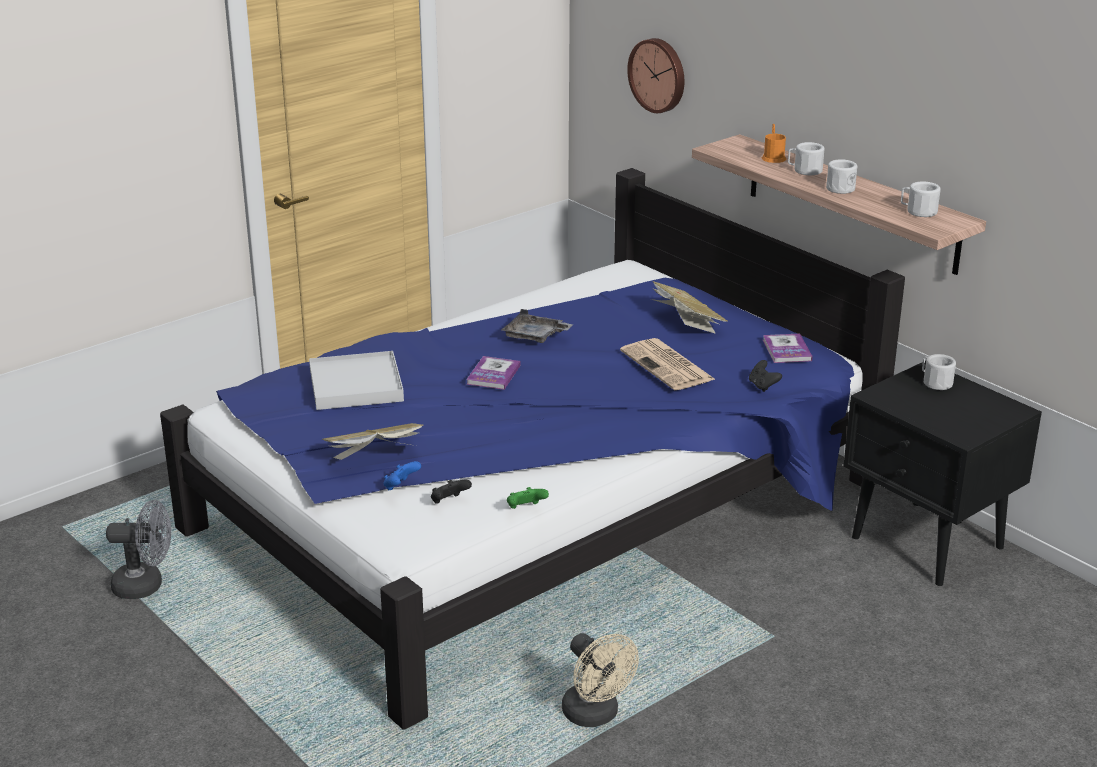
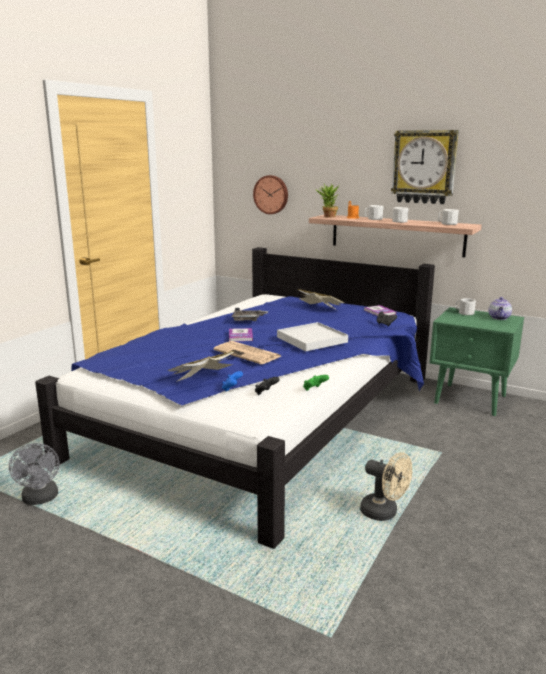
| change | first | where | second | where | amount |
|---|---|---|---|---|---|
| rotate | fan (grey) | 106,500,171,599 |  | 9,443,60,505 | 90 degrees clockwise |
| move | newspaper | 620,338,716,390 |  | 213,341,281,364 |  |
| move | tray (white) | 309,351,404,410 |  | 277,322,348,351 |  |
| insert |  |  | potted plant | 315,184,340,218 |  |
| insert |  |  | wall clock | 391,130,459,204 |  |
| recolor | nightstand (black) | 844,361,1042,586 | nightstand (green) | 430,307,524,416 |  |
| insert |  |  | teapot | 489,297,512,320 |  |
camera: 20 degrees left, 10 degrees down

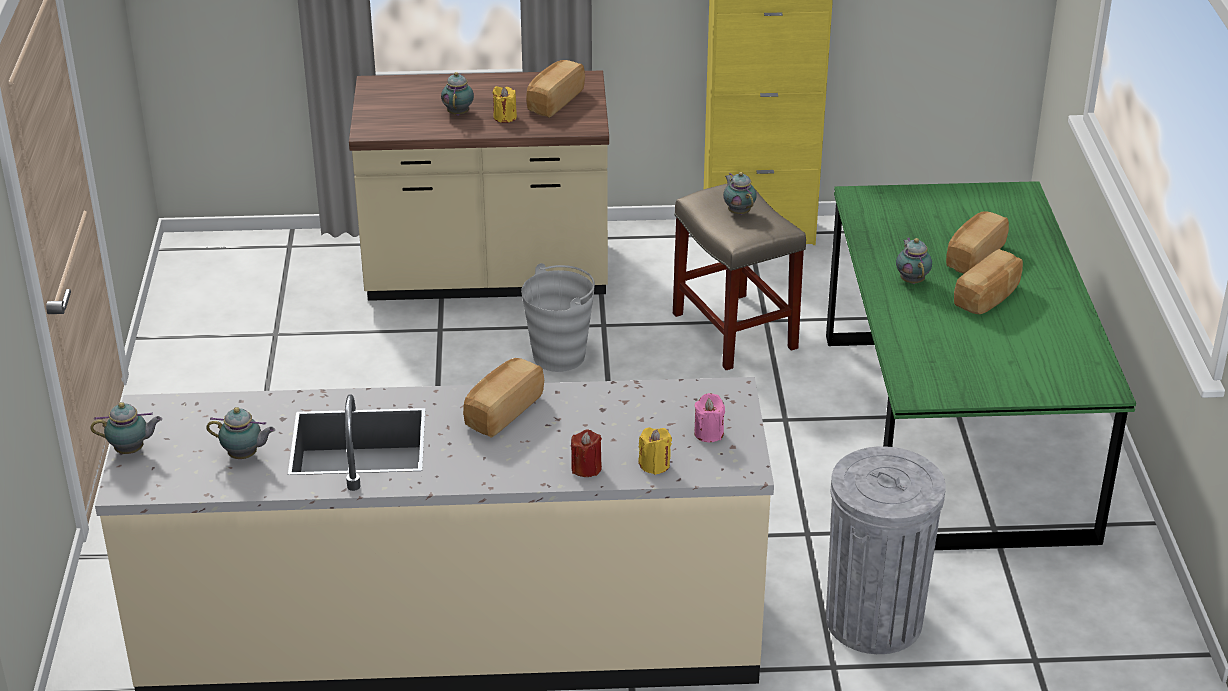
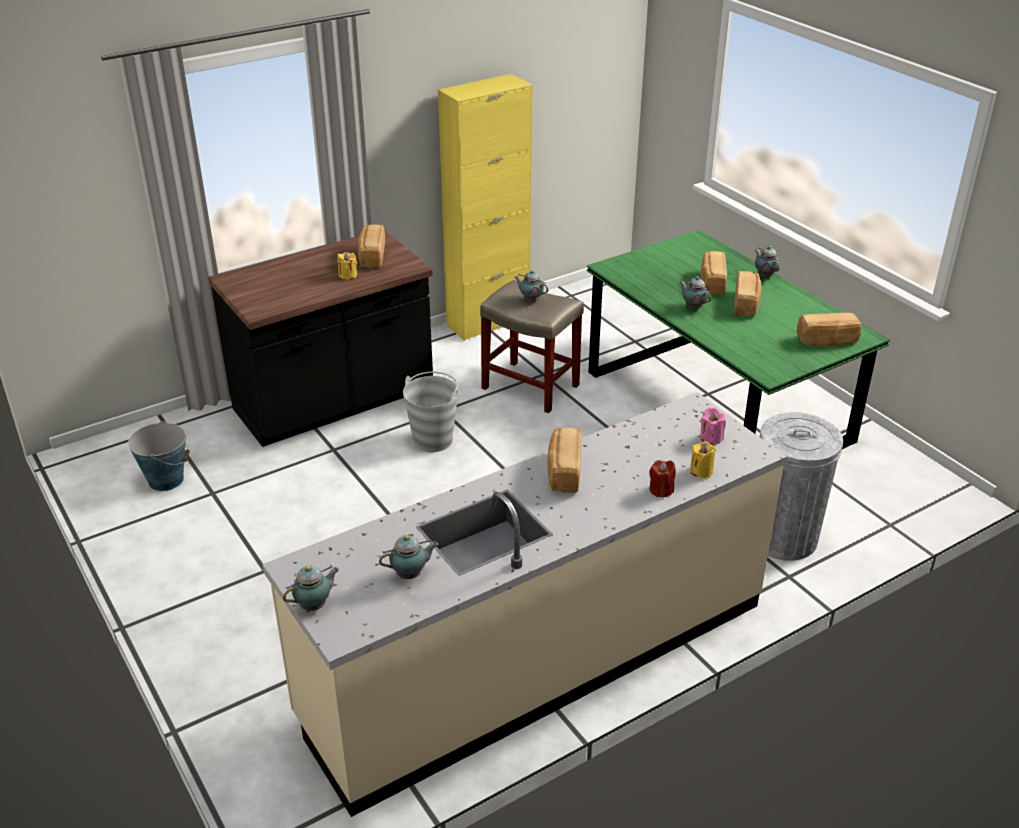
| change | first | where | second | where | amount |
|---|---|---|---|---|---|
| insert |  |  | bucket | 128,421,190,491 |  |
| recolor | counter (beige) | 349,70,609,301 | counter (black) | 208,231,433,447 |  |
| move | teapot | 441,72,474,116 |  | 755,246,780,278 |  |
| insert |  |  | bread | 797,313,862,346 |  |
camera: 30 degrees left, 0 degrees up

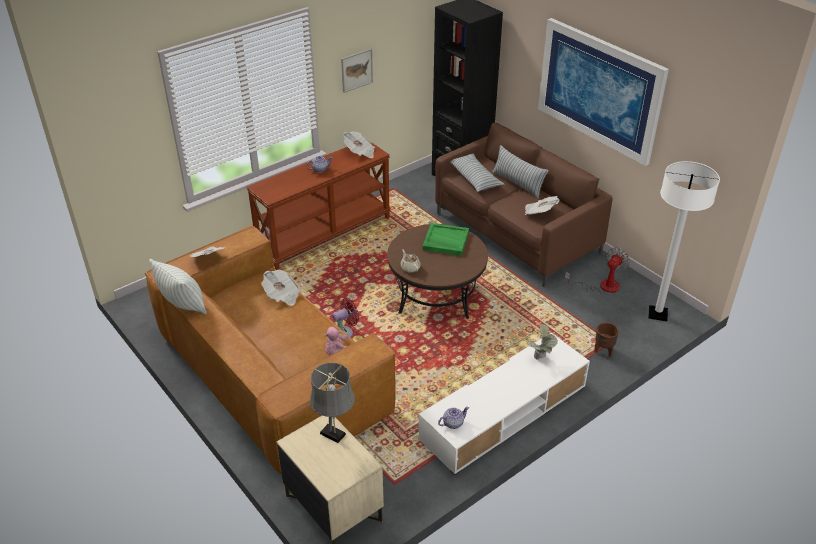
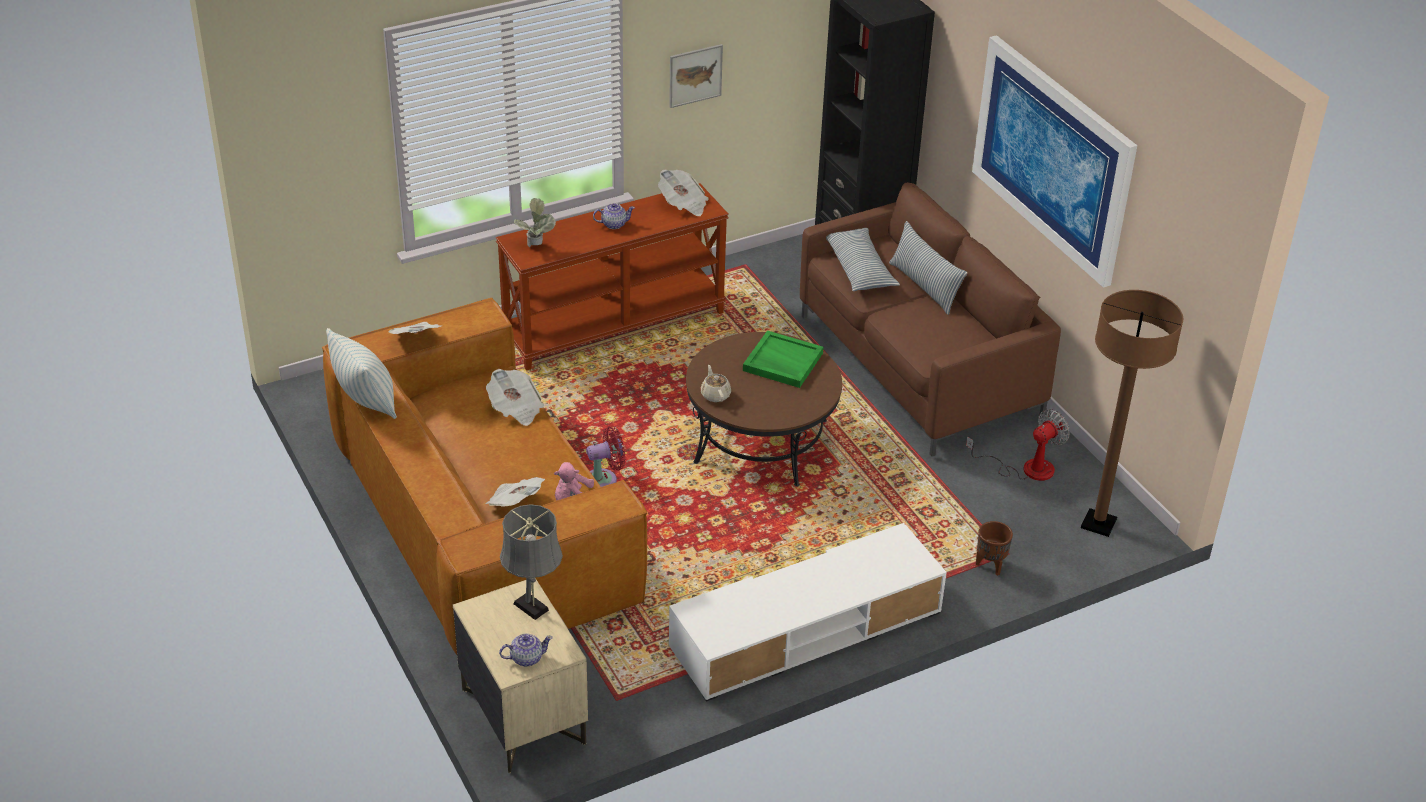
| change | first | where | second | where | amount |
|---|---|---|---|---|---|
| move | newspaper | 525,196,559,215 |  | 486,477,545,507 |  |
| move | teapot | 438,407,469,429 |  | 499,633,553,667 |  |
| move | potted plant | 528,324,558,359 |  | 514,198,556,247 |  |
| recolor | floor lamp (white) | 648,161,720,321 | floor lamp (brown) | 1081,290,1183,537 |  |
camera: 10 degrees right, 0 degrees up

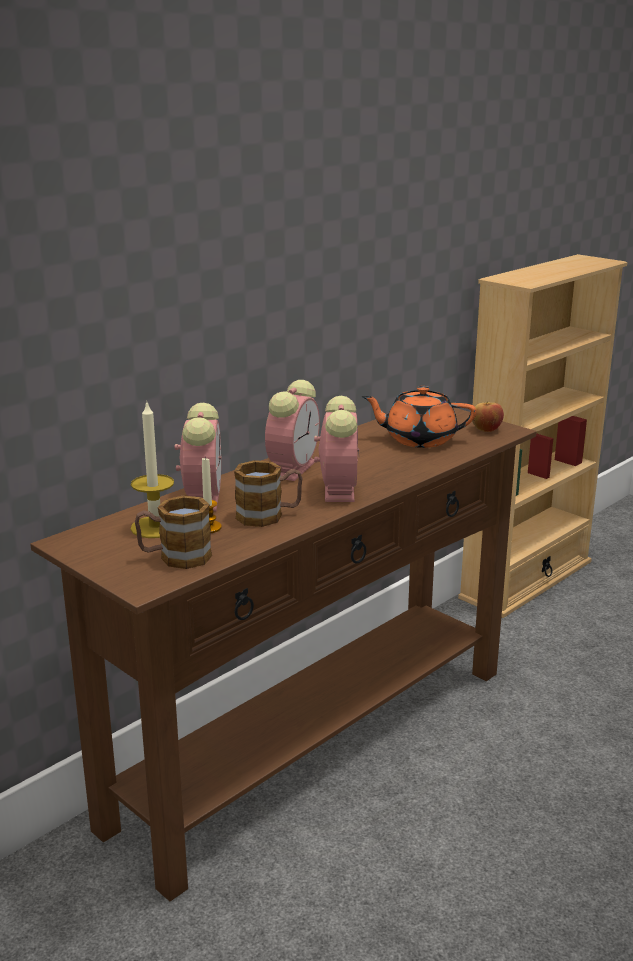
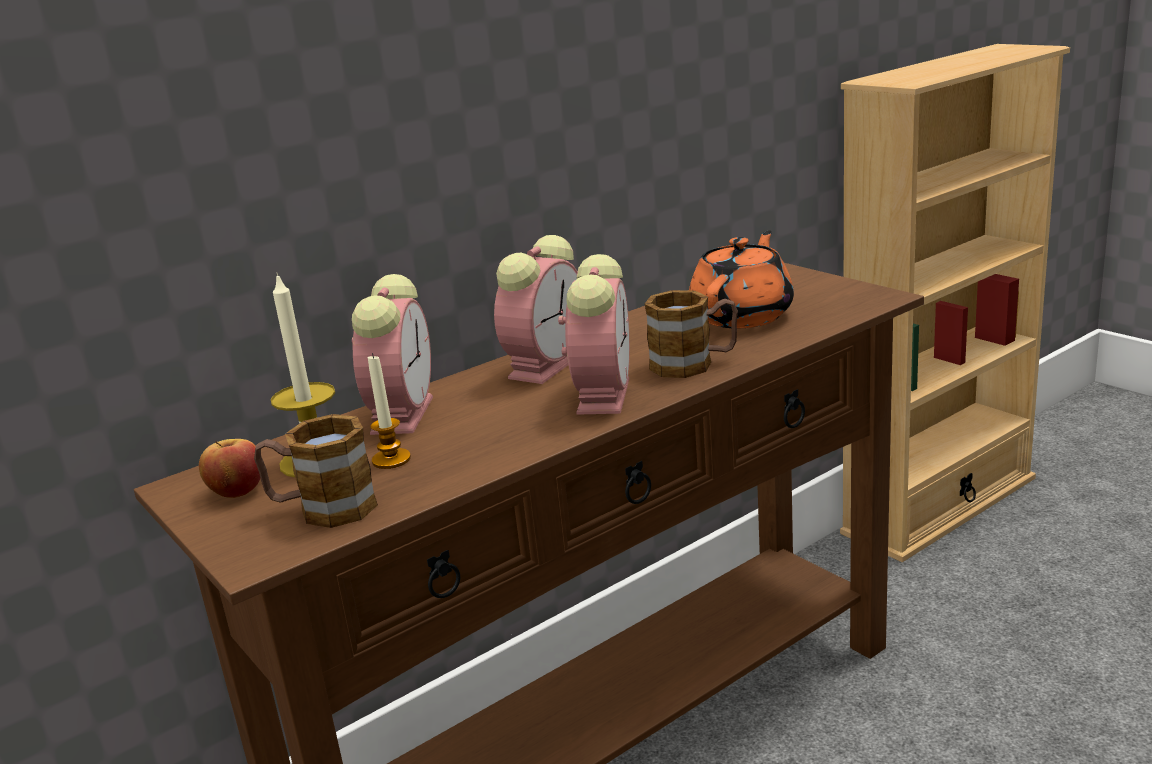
| change | first | where | second | where | amount |
|---|---|---|---|---|---|
| move | apple | 472,401,504,432 |  | 199,439,260,498 |  |
| move | mug | 234,460,302,527 |  | 645,290,738,378 |  |
| rotate | teapot (orange) | 362,386,476,448 |  | 689,231,794,328 | 105 degrees clockwise |
camera: 10 degrees right, 0 degrees up

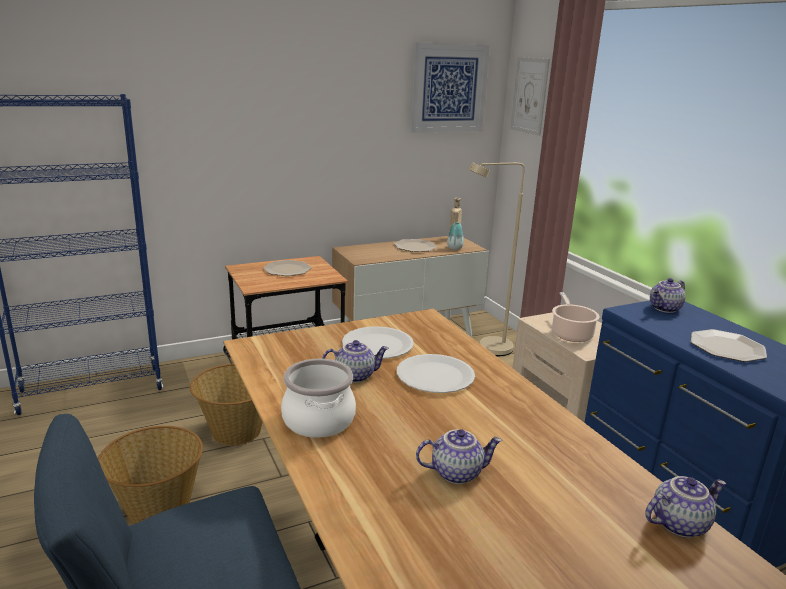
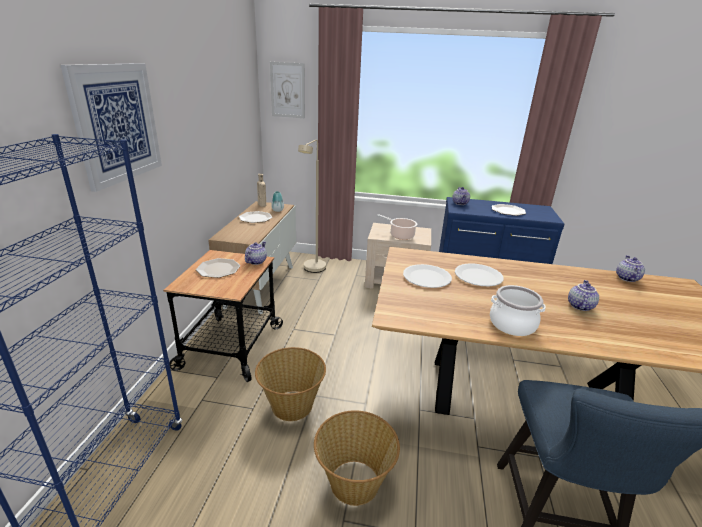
| change | first | where | second | where | amount |
|---|---|---|---|---|---|
| move | picture | 410,42,490,133 |  | 61,63,162,192 |  |
| move | teapot | 322,340,389,383 |  | 245,241,267,265 |  |
camera: 55 degrees left, 5 degrees up

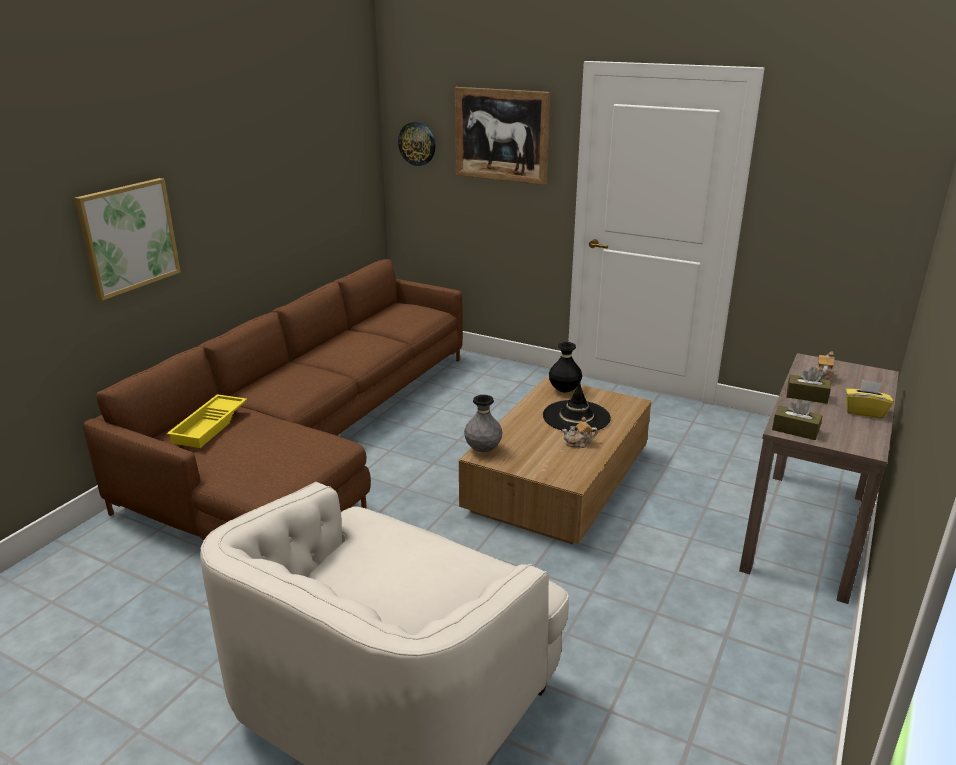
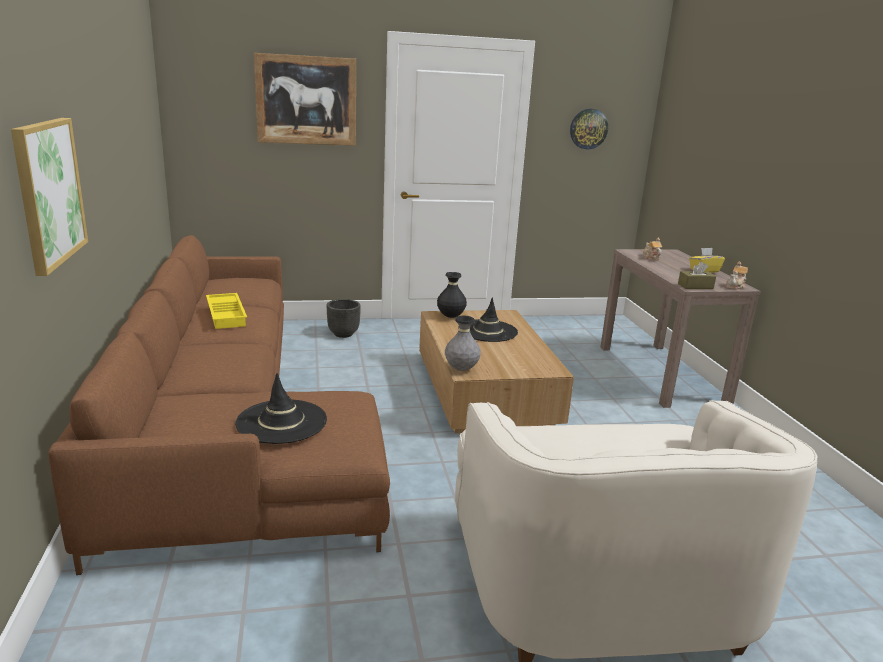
| change | first | where | second | where | amount |
|---|---|---|---|---|---|
| move | tray (yellow) | 167,394,247,448 |  | 206,293,247,329 |  |
| insert |  |  | hat (black) | 235,373,327,444 |  |
| insert |  |  | planter (black) | 327,299,361,338 |  |
| move | wall clock | 398,122,435,166 |  | 570,109,608,149 |  |
| move | teapot | 562,417,598,448 |  | 726,262,748,289 |  |
| delete | tissue box (brown) | 787,367,831,404 |  |  |  |
camera: 40 degrees left, 5 degrees down

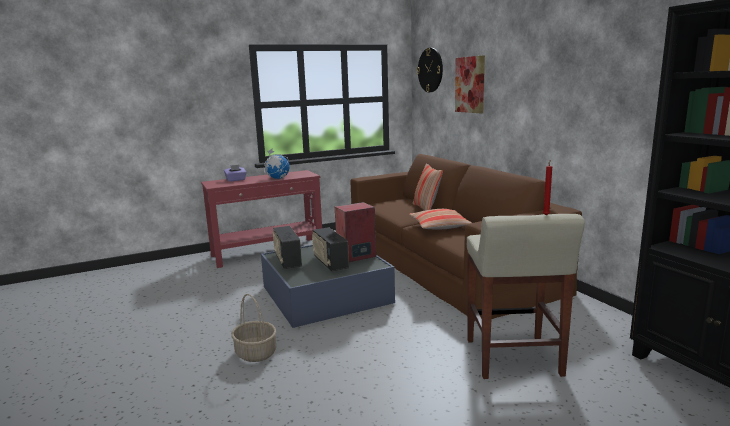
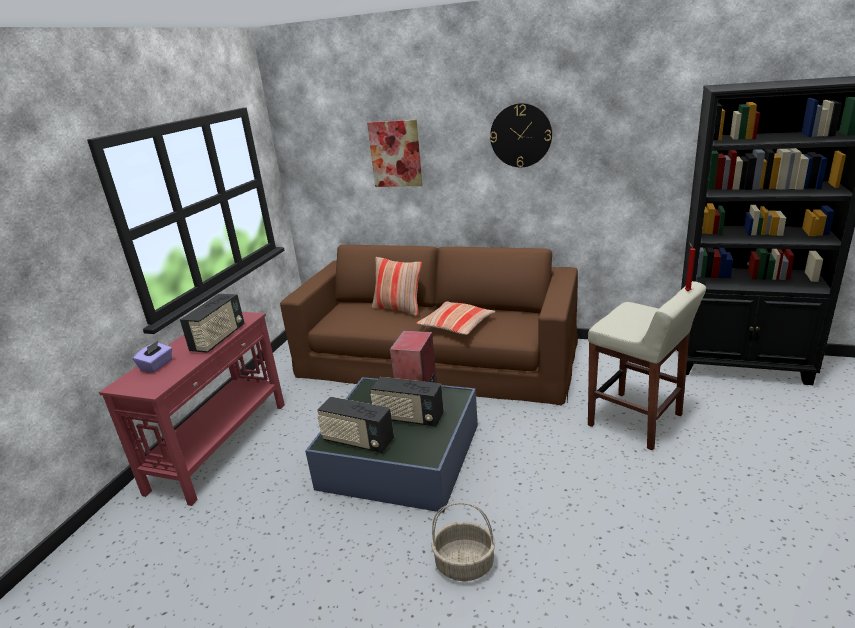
| change | first | where | second | where | amount |
|---|---|---|---|---|---|
| replace | globe | 264,148,289,179 | radio | 180,294,244,353 |  |
| move | wall clock | 417,48,443,92 |  | 490,103,552,167 |  |
camera: 45 degrees left, 10 degrees up

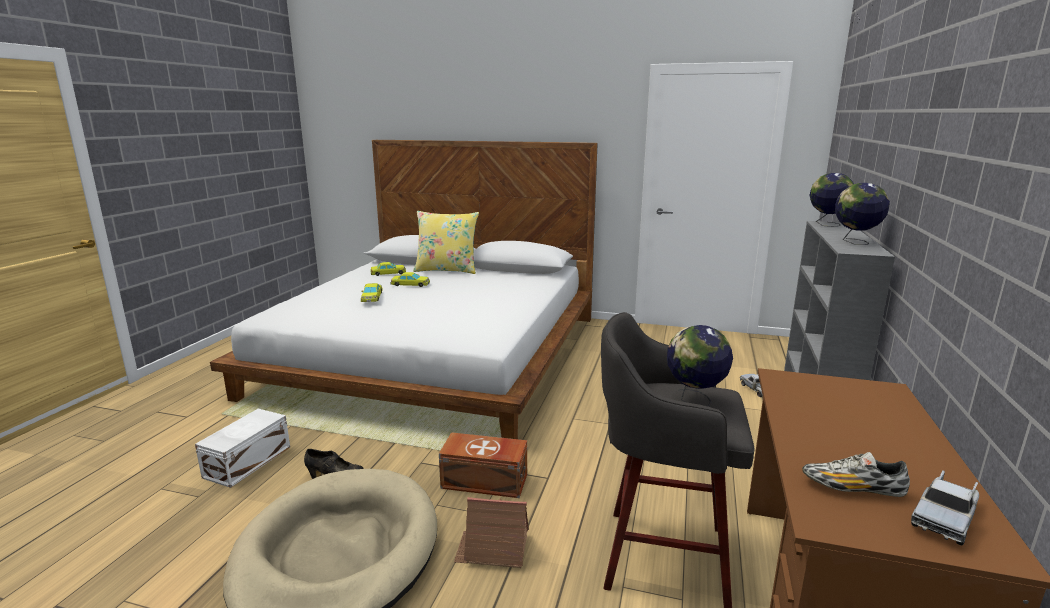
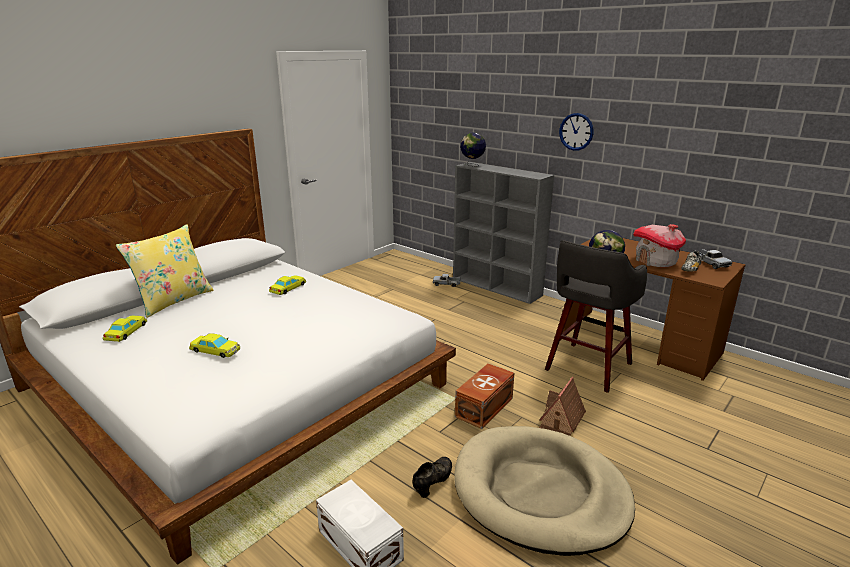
| change | first | where | second | where | amount |
|---|---|---|---|---|---|
| move | toy car (yellow) | 390,272,430,287 |  | 269,275,306,295 |  |
| insert |  |  | wall clock | 559,113,594,151 |  |
| insert |  |  | toy house | 633,224,686,267 |  |
| delete | globe | 835,183,890,245 |  |  |  |
camera: 65 degrees left, 5 degrees up

